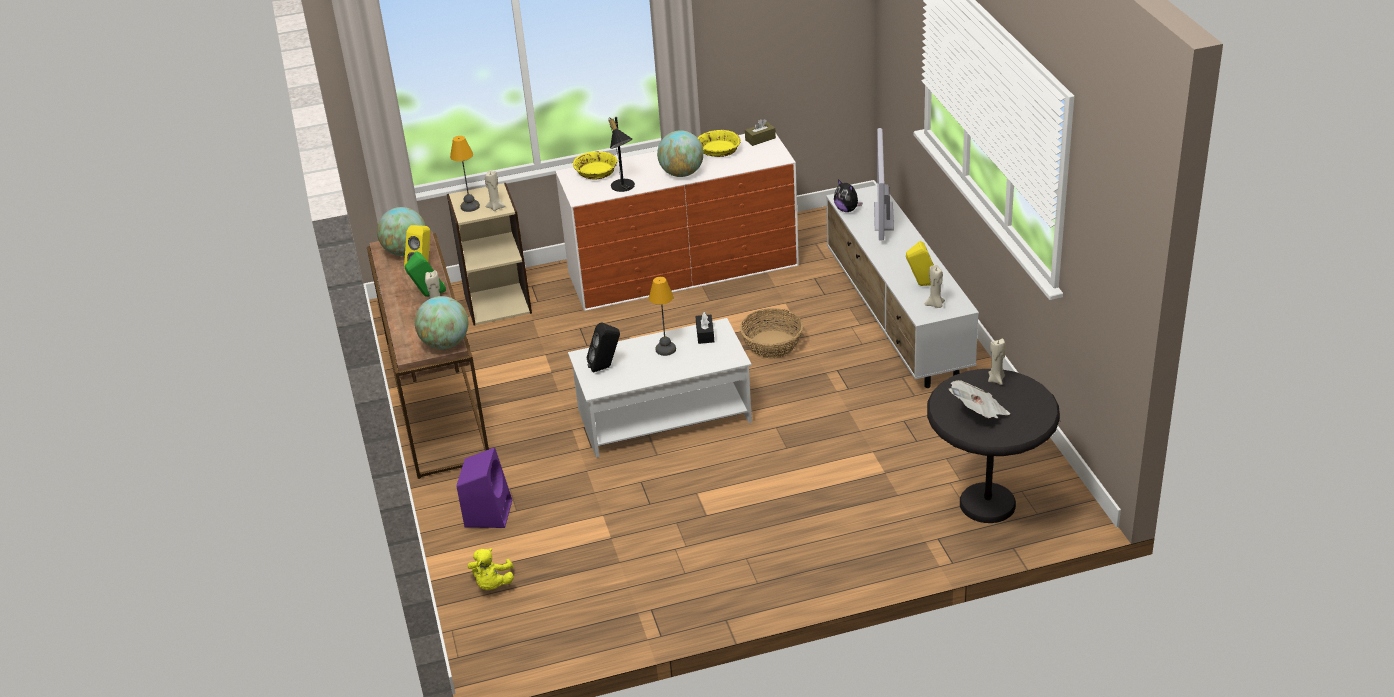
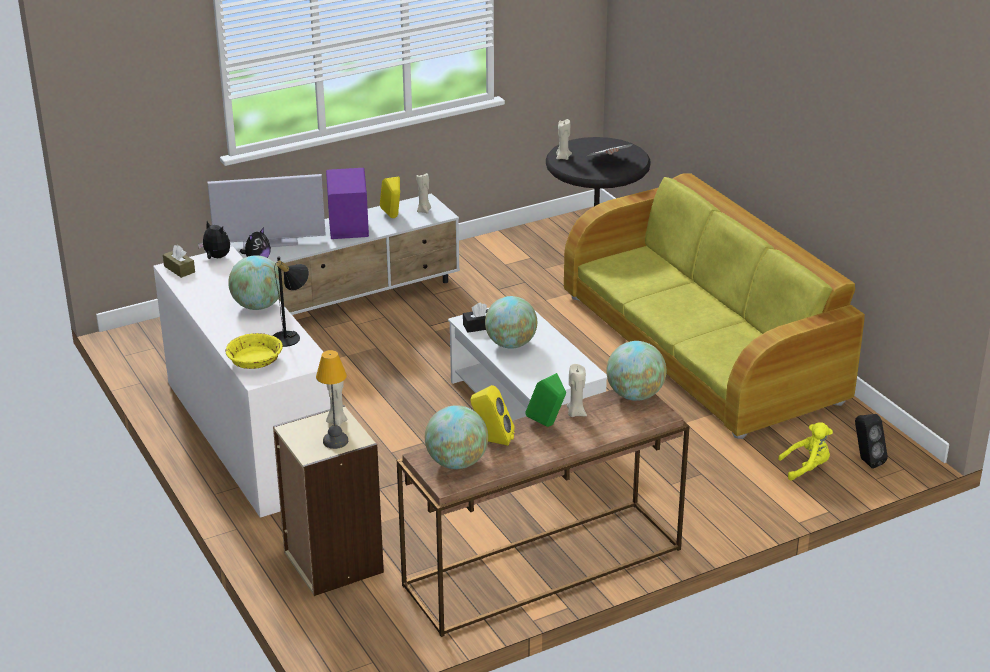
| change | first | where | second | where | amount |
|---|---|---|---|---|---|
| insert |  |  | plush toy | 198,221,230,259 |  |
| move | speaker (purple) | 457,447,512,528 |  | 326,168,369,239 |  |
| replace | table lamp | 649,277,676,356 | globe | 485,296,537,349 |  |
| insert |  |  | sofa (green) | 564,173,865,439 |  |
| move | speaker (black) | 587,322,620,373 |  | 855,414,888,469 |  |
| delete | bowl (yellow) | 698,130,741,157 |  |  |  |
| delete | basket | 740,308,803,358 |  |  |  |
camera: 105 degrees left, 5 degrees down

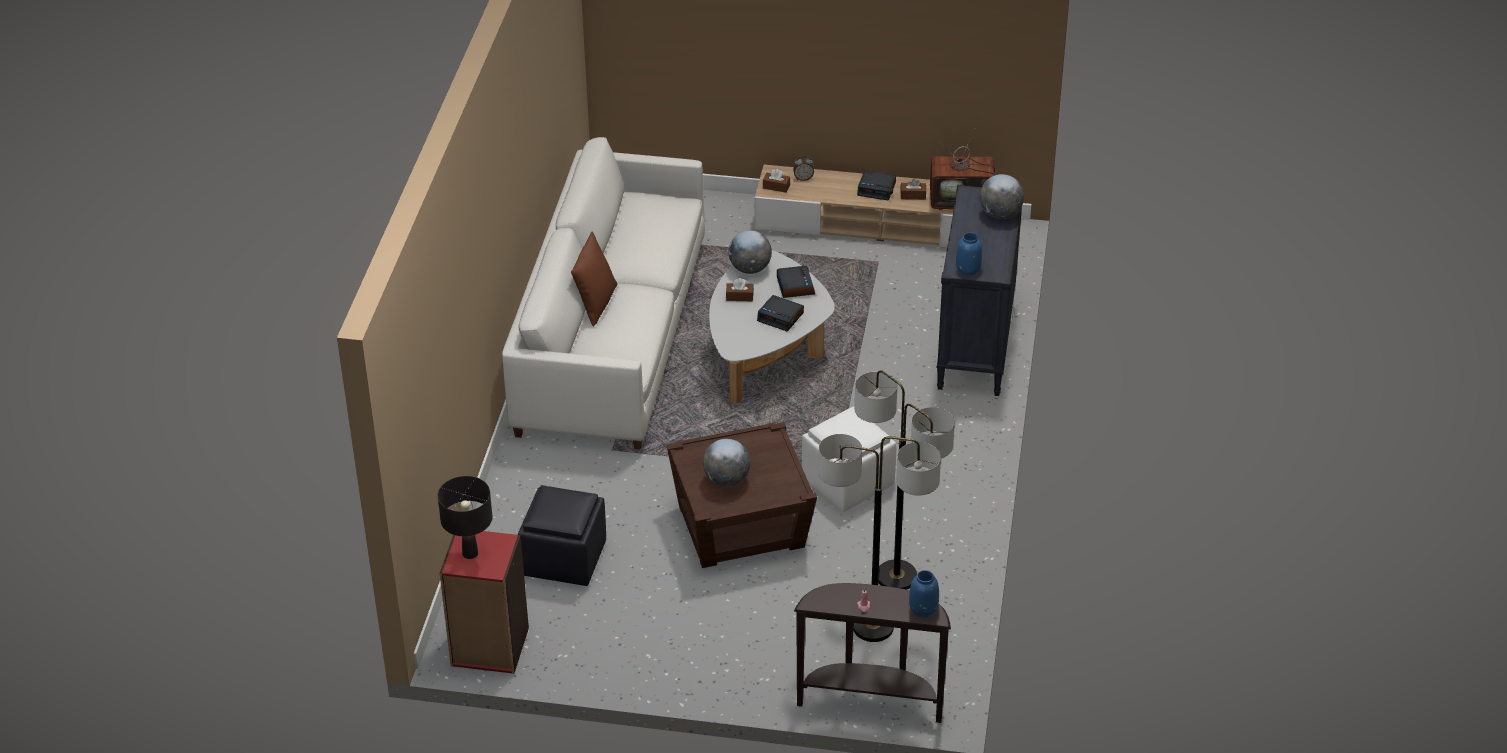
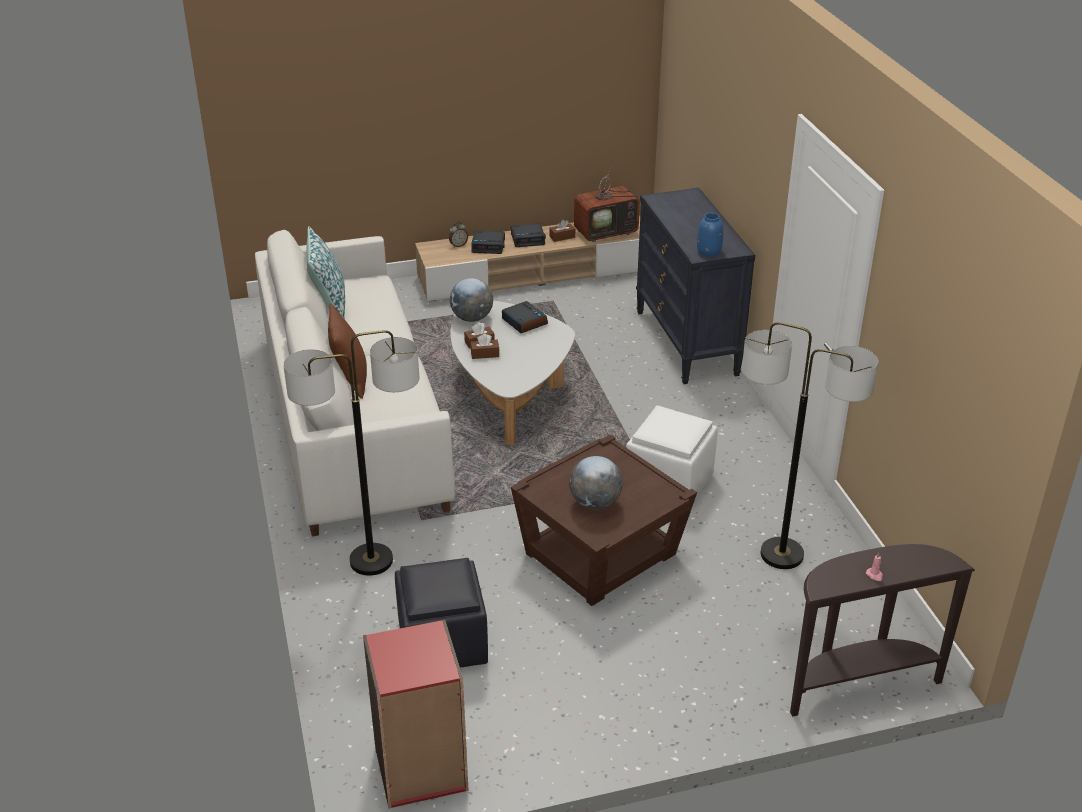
| change | first | where | second | where | amount |
|---|---|---|---|---|---|
| move | floor lamp | 818,434,941,642 |  | 283,330,419,576 |  |
| insert |  |  | pillow | 306,226,345,319 |  |
| move | tissue box (brown) | 763,169,790,193 |  | 470,334,499,359 |  |
| move | alarm clock | 757,295,804,331 |  | 471,231,505,254 |  |
| delete | table lamp (black) | 438,476,492,559 |  |  |  |
| delete | vase (blue) | 909,570,939,617 |  |  |  |
| delete | globe | 979,174,1024,219 |  |  |  |
camera: 25 degrees left, 5 degrees down

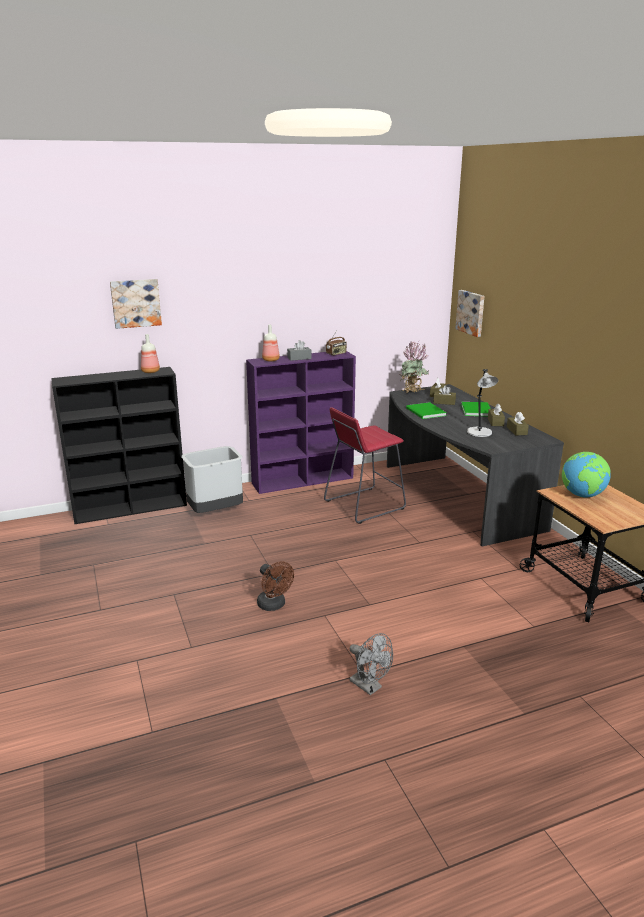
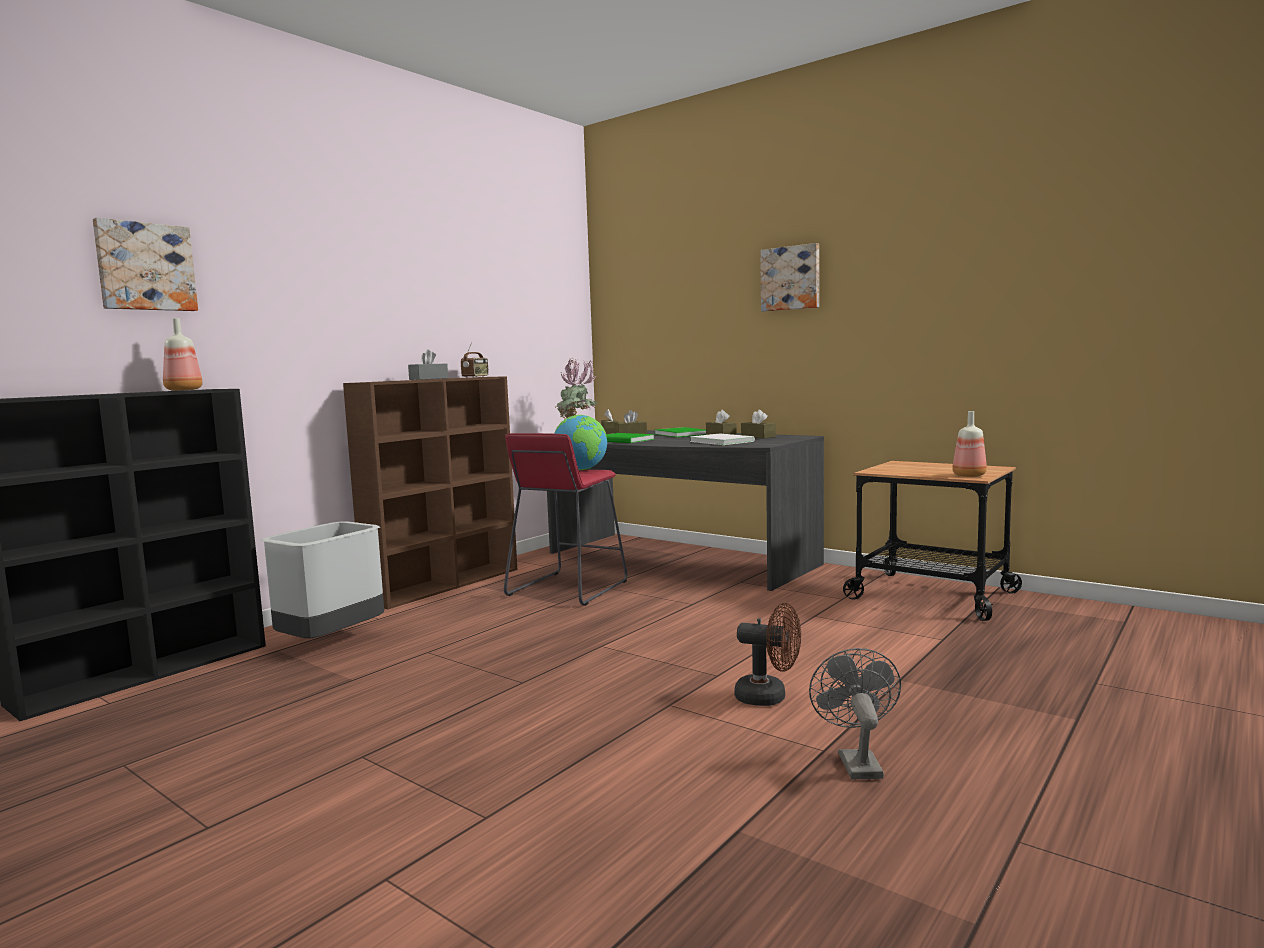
| change | first | where | second | where | amount |
|---|---|---|---|---|---|
| recolor | bookcase (purple) | 246,351,356,494 | bookcase (brown) | 343,376,517,609 |  |
| move | globe | 562,452,611,498 |  | 554,415,607,470 |  |
| replace | table lamp (grey) | 467,369,498,437 | book (white) | 690,433,755,445 |  |
| move | fan (brown) | 257,561,294,611 |  | 734,603,801,706 |  |
| move | picture | 455,290,484,337 |  | 760,243,819,311 |  |
| rotate | fan (grey) | 350,633,393,695 |  | 809,648,901,779 | 105 degrees counterclockwise |
| move | bottle | 262,325,280,362 |  | 952,411,987,477 |  |
camera: 30 degrees left, 15 degrees down

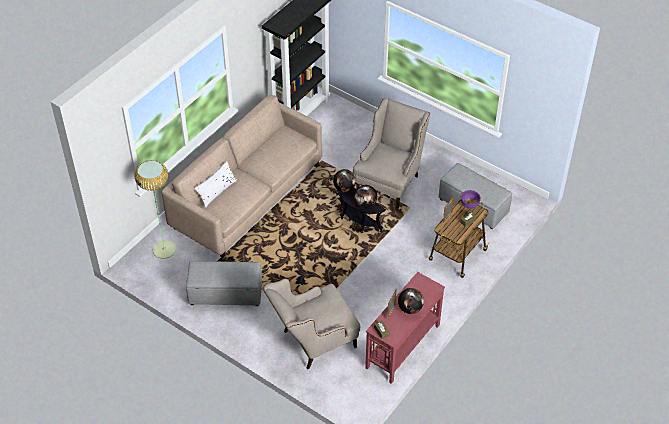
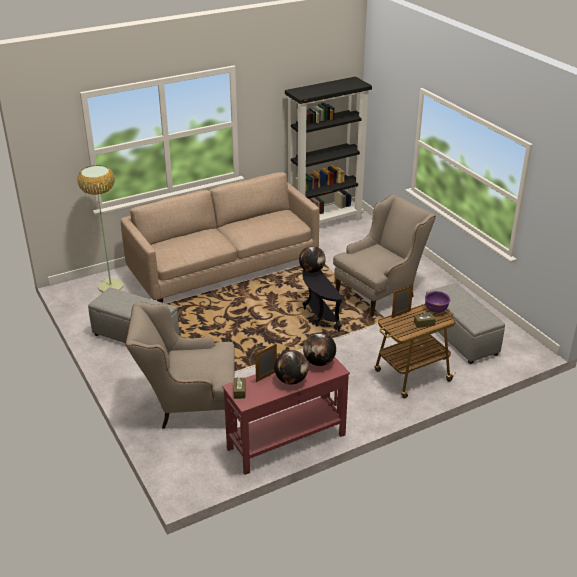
| change | first | where | second | where | amount |
|---|---|---|---|---|---|
| move | globe | 354,185,377,208 |  | 303,333,336,366 |  |
| delete | pillow (white) | 195,161,237,208 |  |  |  |
camera: 25 degrees right, 15 degrees down

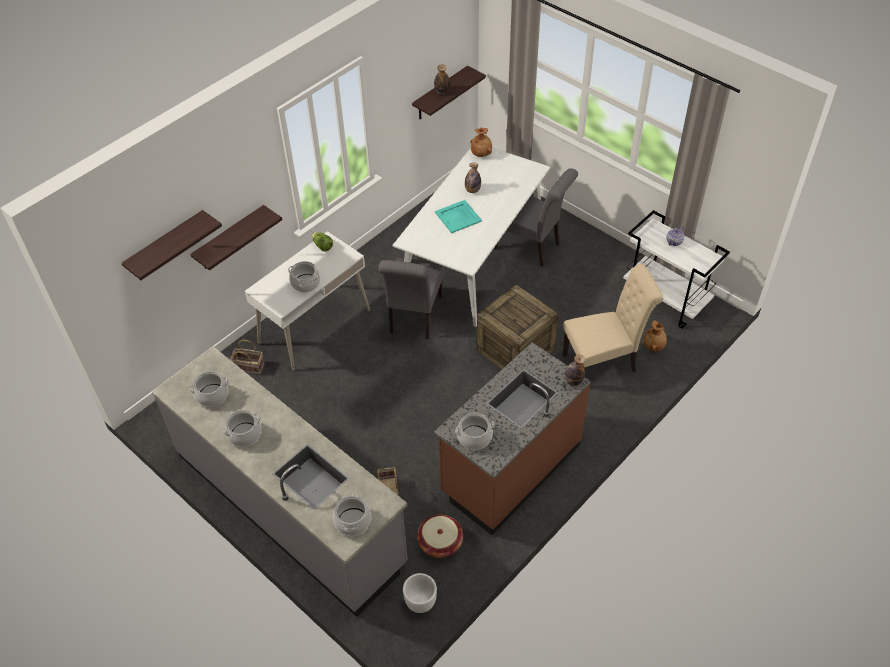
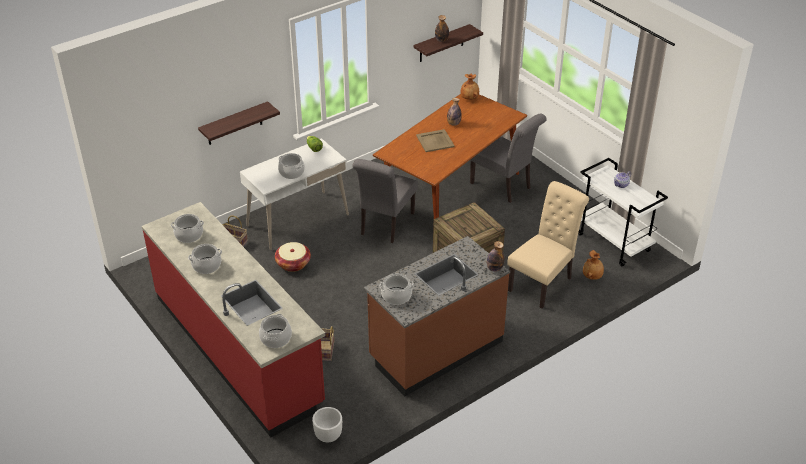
| change | first | where | second | where | amount |
|---|---|---|---|---|---|
| recolor | counter (grey) | 152,346,408,617 | counter (red) | 142,202,325,437 |  |
| move | basket | 417,514,463,558 |  | 275,242,311,272 |  |
| recolor | dining table (white) | 392,148,550,327 | dining table (brown) | 373,94,527,219 |  |
| recolor | tray (turquoise) | 435,200,482,233 | tray (beige) | 416,129,455,152 |  |
| rotate | chair (beige) | 563,264,664,372 |  | 507,181,589,309 | 45 degrees counterclockwise |
| delete | shelf | 122,210,222,280 |  |  |  |
camera: 10 degrees right, 10 degrees down

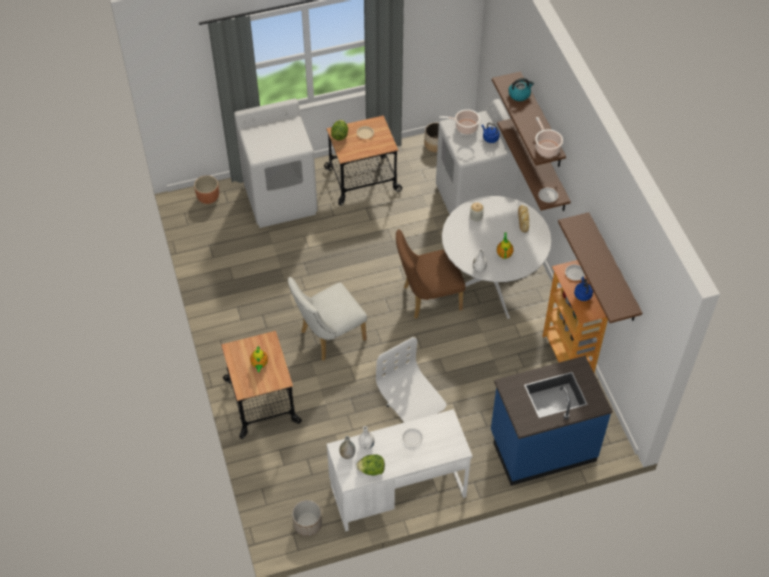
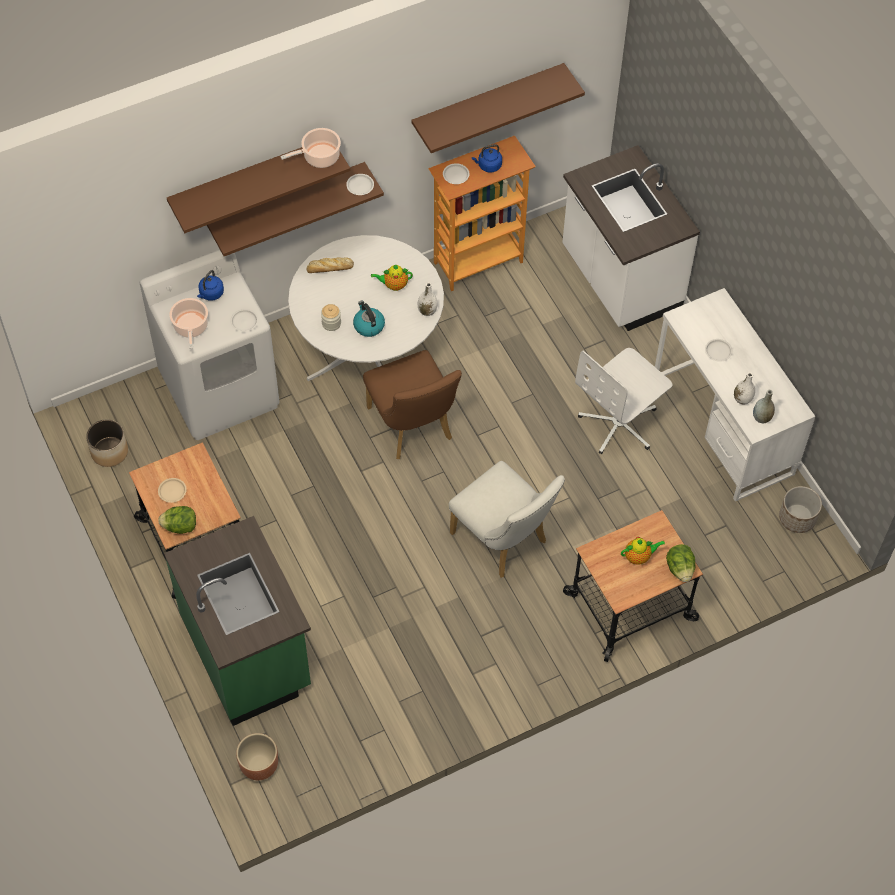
| change | first | where | second | where | amount |
|---|---|---|---|---|---|
| replace | washing machine (white) | 234,99,318,228 | counter (green) | 164,516,311,726 |  |
| move | kettle | 508,78,534,101 |  | 353,301,385,337 |  |
| recolor | counter (blue) | 491,356,612,486 | counter (white) | 562,145,700,331 |  |
| move | lettuce | 356,454,385,476 |  | 666,544,695,582 |  |
camera: 100 degrees left, 5 degrees up

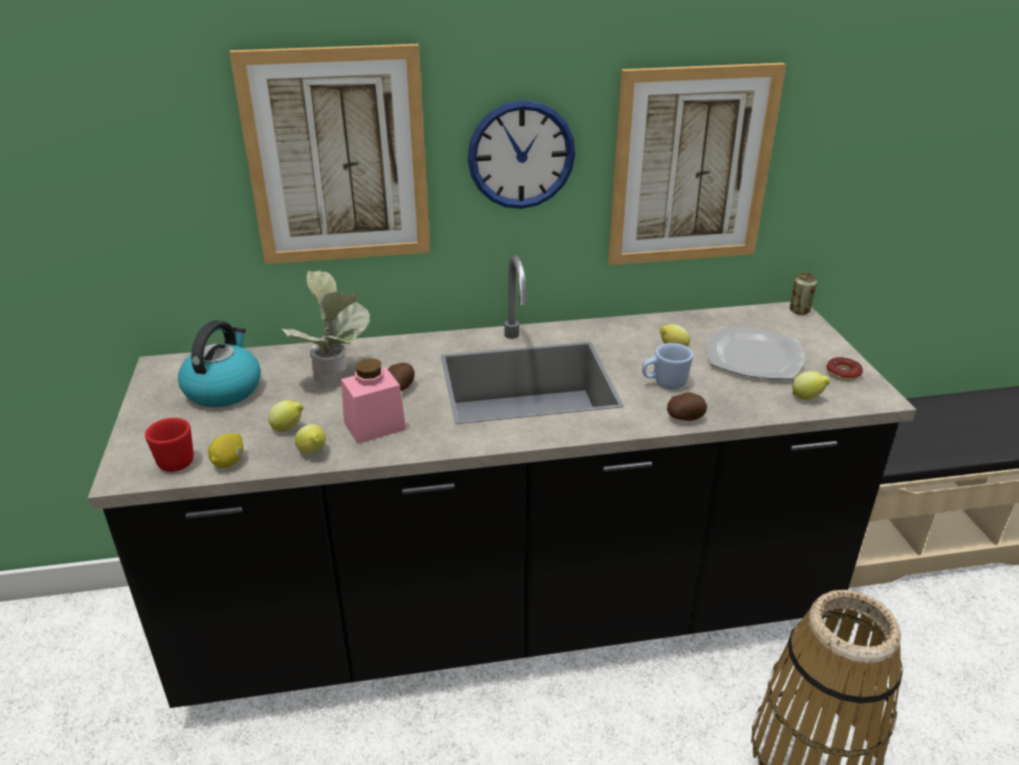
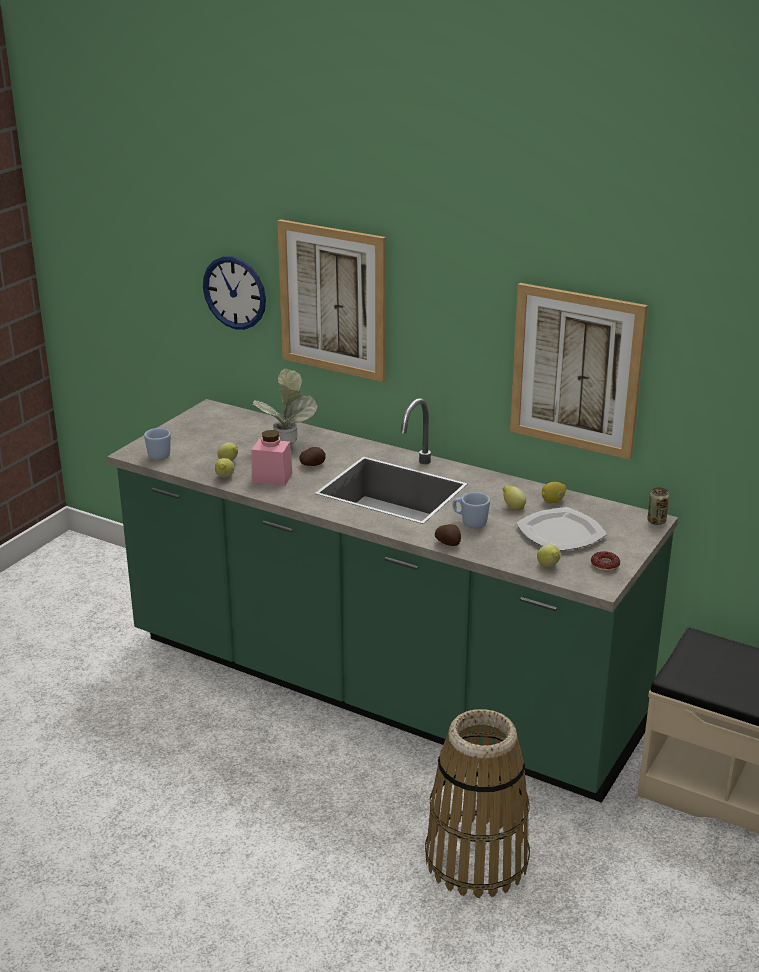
| change | first | where | second | where | amount |
|---|---|---|---|---|---|
| recolor | counter (black) | 88,255,916,708 | counter (green) | 107,398,678,803 |  |
| recolor | mug (red) | 145,418,194,472 | mug (blue) | 144,428,171,460 |  |
| move | wall clock | 467,100,575,209 |  | 203,256,266,330 |  |
| move | lemon | 208,433,244,468 |  | 542,482,567,503 |  |
| delete | kettle | 178,320,261,407 |  |  |  |
camera: 40 degrees right, 5 degrees down

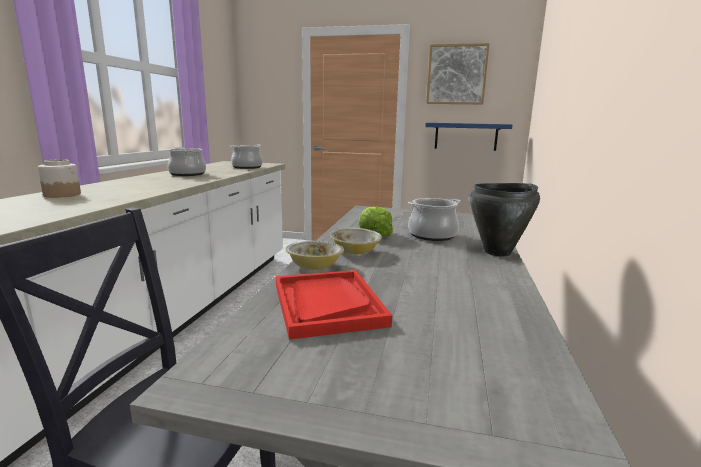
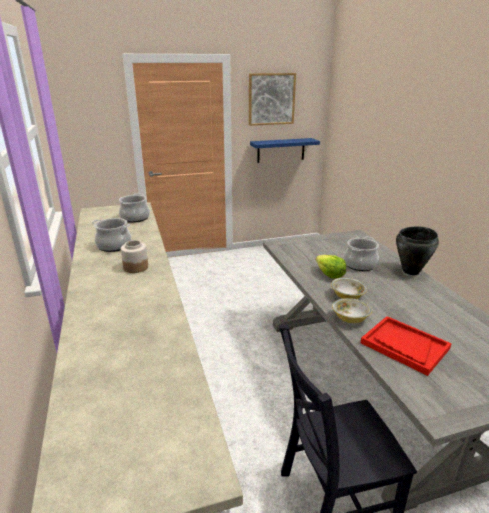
| change | first | where | second | where | amount |
|---|---|---|---|---|---|
| move | jar | 38,159,81,198 |  | 121,240,148,273 |  |
camera: 30 degrees left, 10 degrees up

